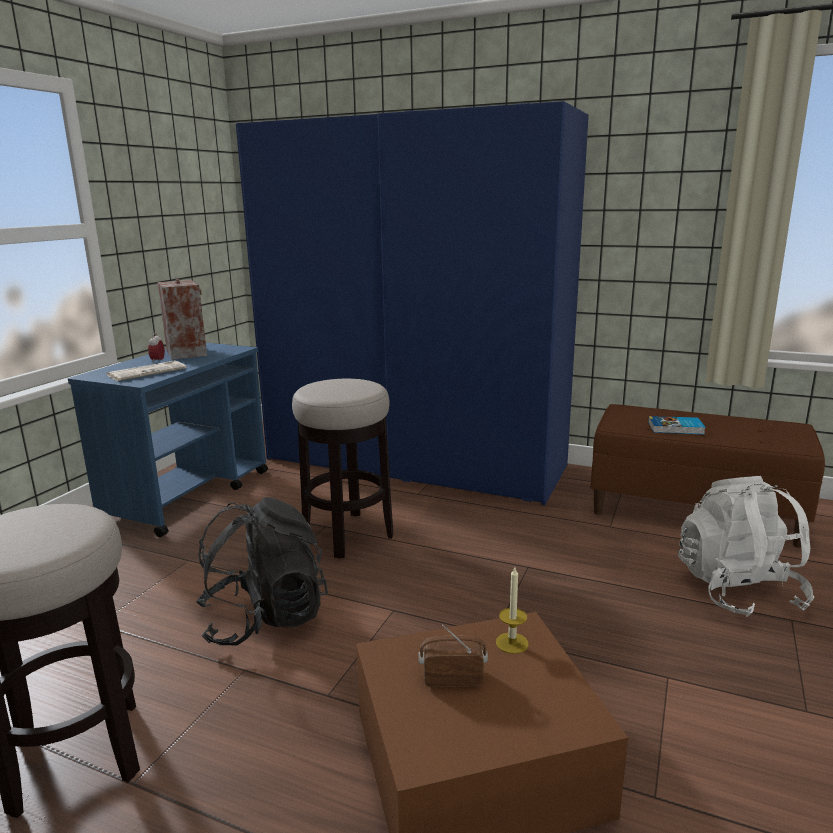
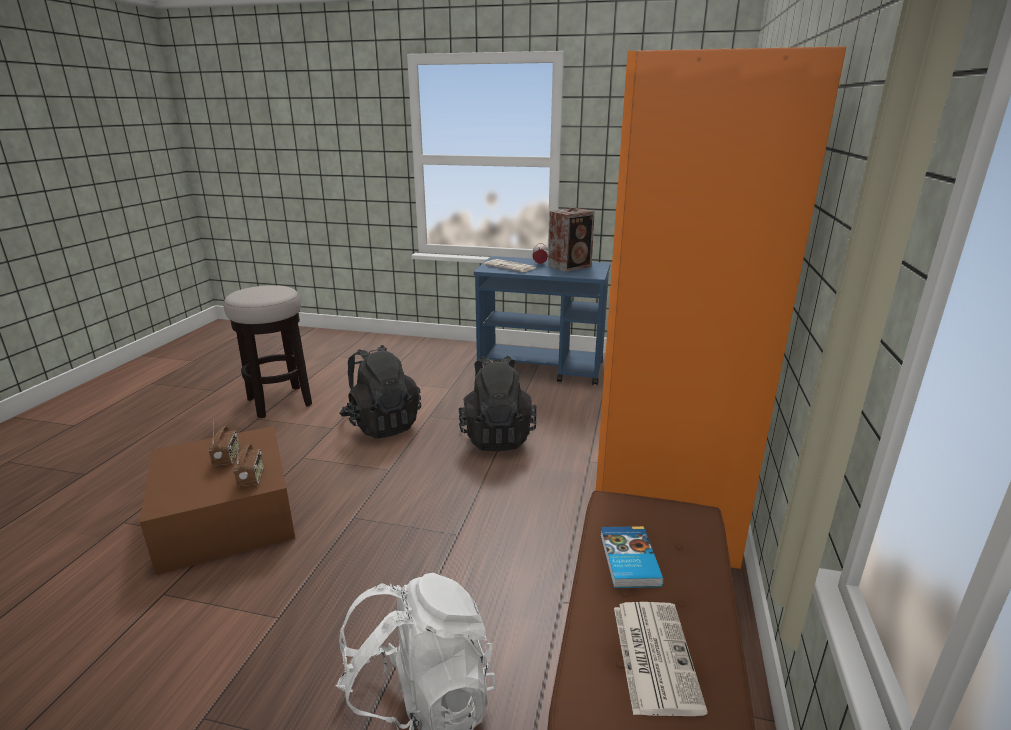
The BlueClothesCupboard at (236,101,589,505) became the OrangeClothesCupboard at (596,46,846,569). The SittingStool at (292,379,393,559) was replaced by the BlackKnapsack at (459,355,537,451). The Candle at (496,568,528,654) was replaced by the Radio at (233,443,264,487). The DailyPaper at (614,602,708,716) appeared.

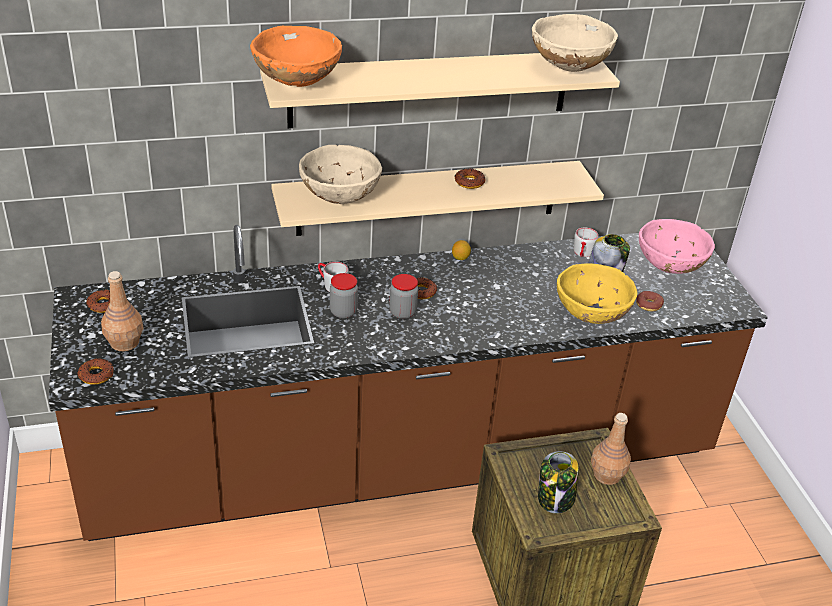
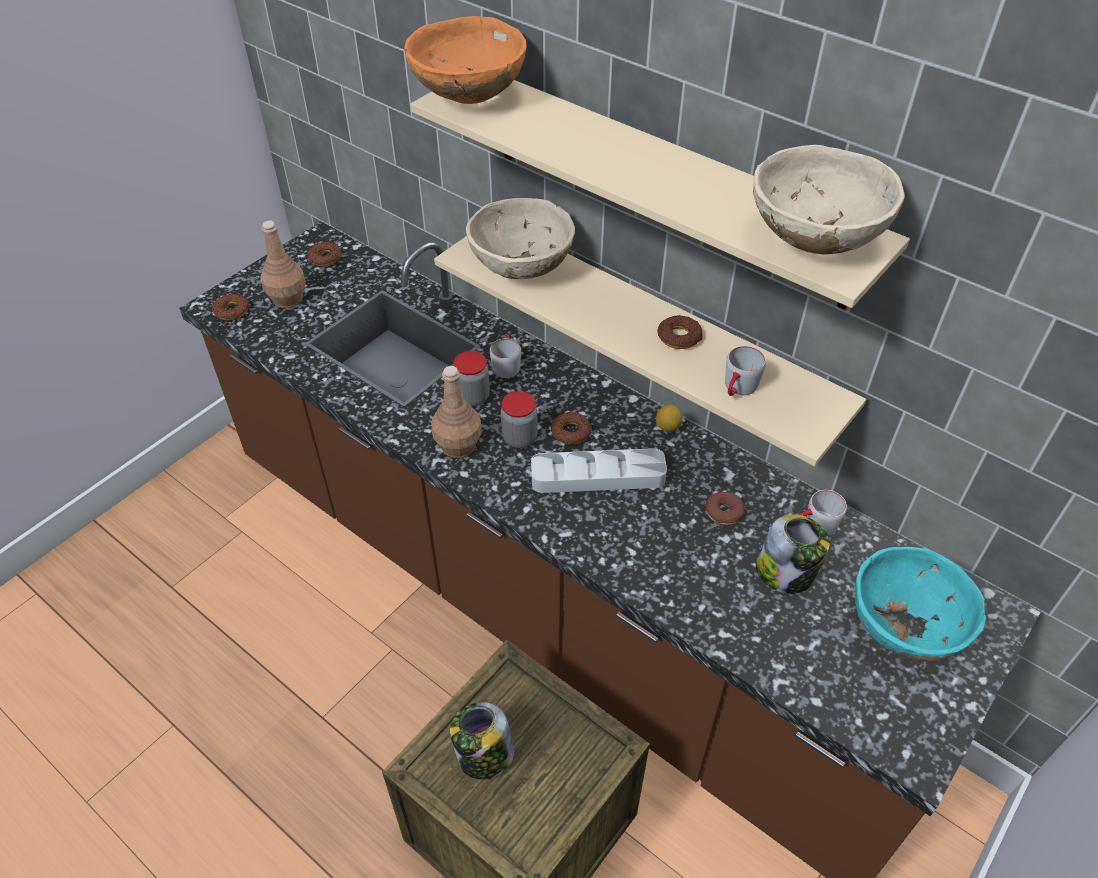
The YellowColouredServingBowl at (557,263,637,324) disappeared. The BrownColouredDrinkBottle moved from (591,413,631,485) to (432,366,482,458). The RingDoughnut moved from (636,291,664,311) to (705,492,745,525). The PinkServingBowl at (639,219,715,274) became the TurquoiseServingBowl at (855,547,986,661). The GreyCarryingTray at (531,448,667,493) appeared. The GreyCoffeeMug at (725,346,766,396) appeared.

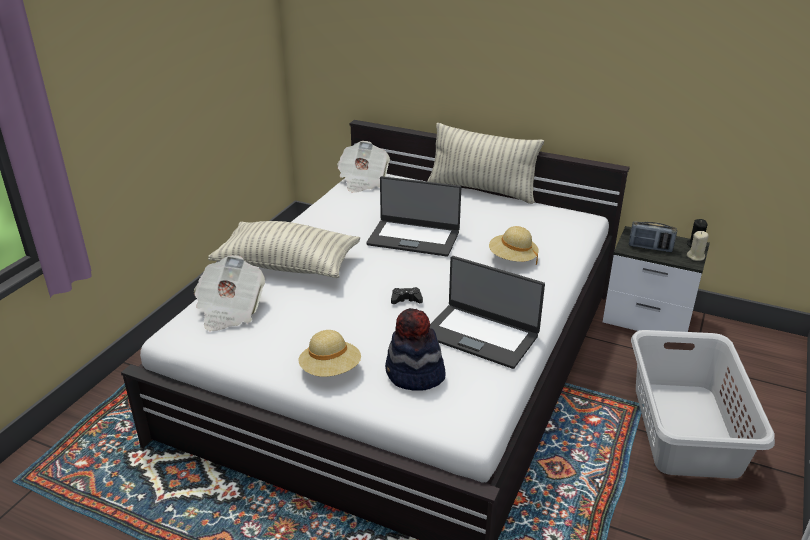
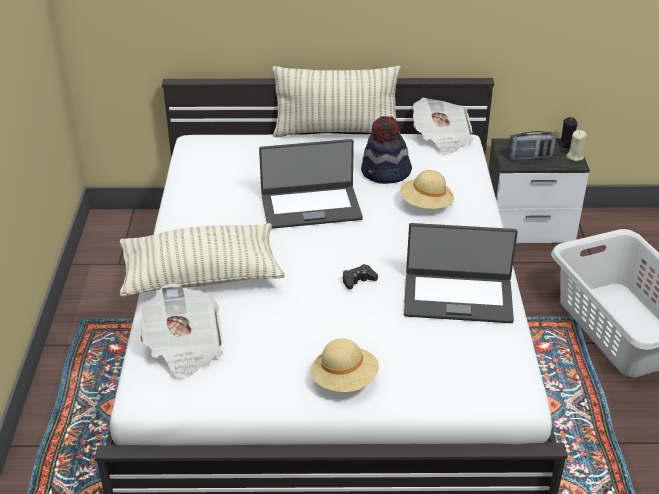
The DailyPaper moved from (337,141,390,192) to (413,97,473,155). The WearableHat moved from (385,308,445,391) to (361,116,412,184).

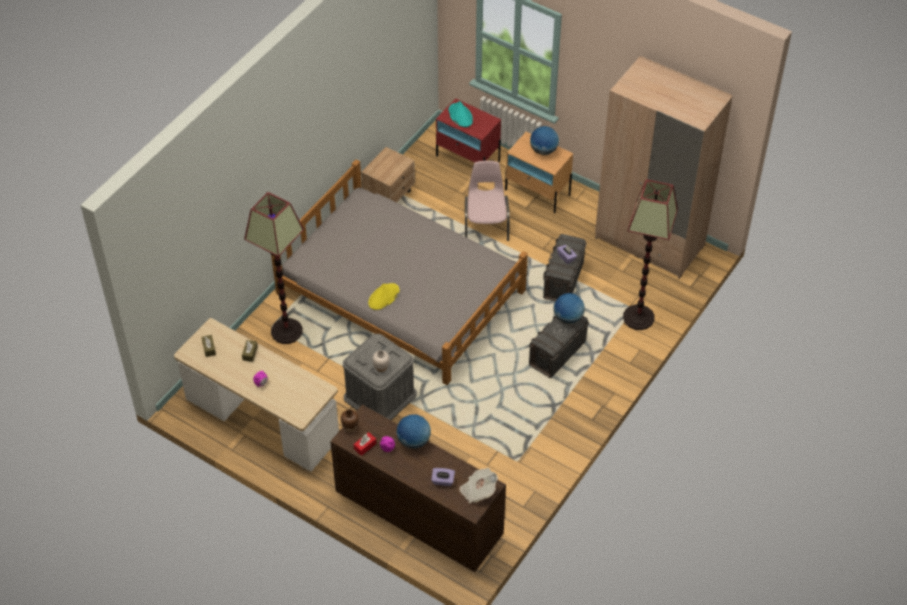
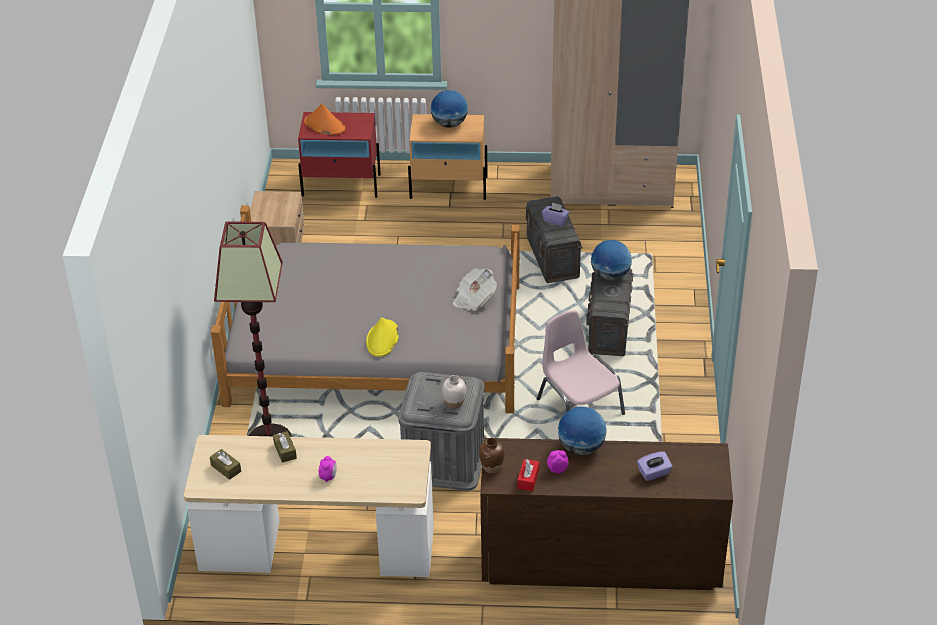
The TurquoiseWearableHat at (448,101,473,127) became the OrangeWearableHat at (304,104,345,135). The DailyPaper moved from (459,468,498,504) to (453,268,497,311). The PinkUprightChair moved from (465,161,510,241) to (537,310,625,415). The FloorLamp at (623,179,678,330) disappeared.

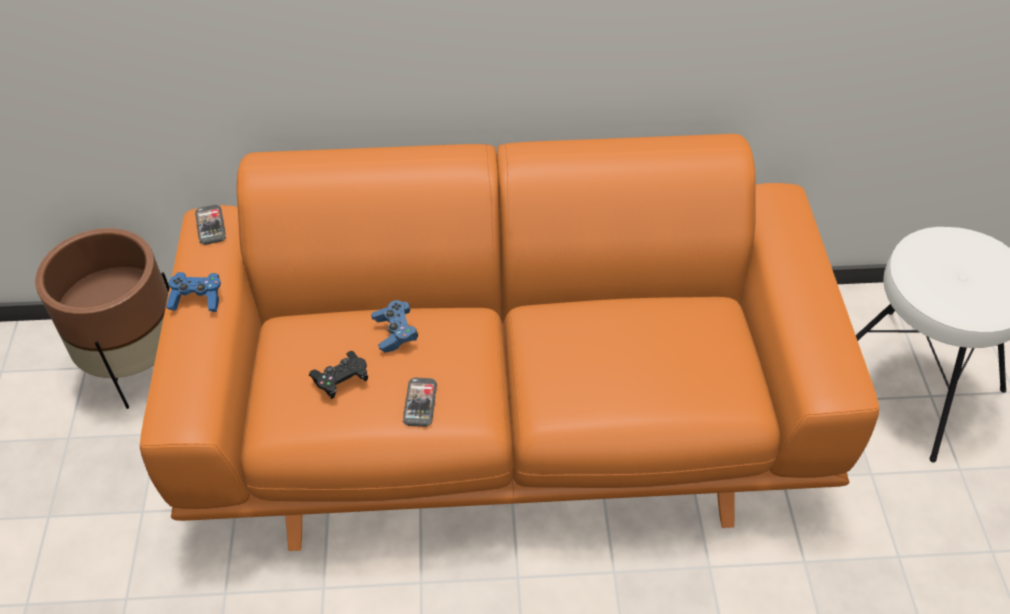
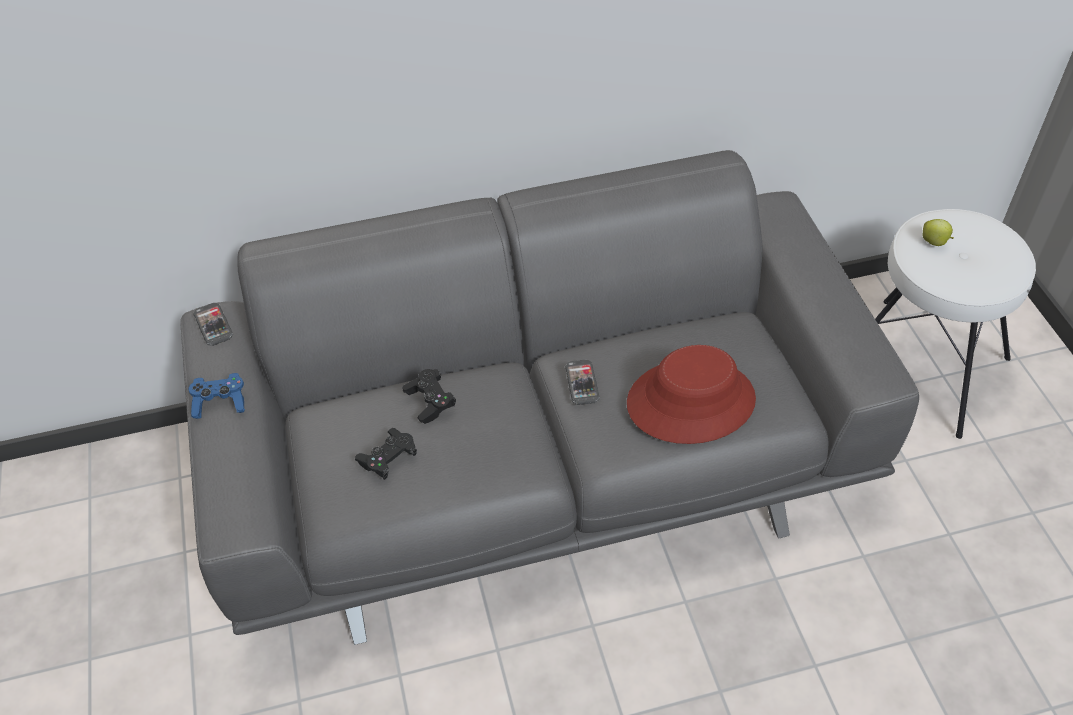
The BrownColouredPlantPot at (35,228,170,409) disappeared. The OrangeSettee at (140,134,879,551) became the GreySettee at (180,150,919,645). The BlueGameController at (371,300,418,353) became the BlackGameController at (402,369,456,424). The Telephone moved from (403,378,437,427) to (565,359,600,405). The RedColouredWearableHat at (627,345,756,444) appeared. The AppleFruit at (922,219,954,246) appeared.

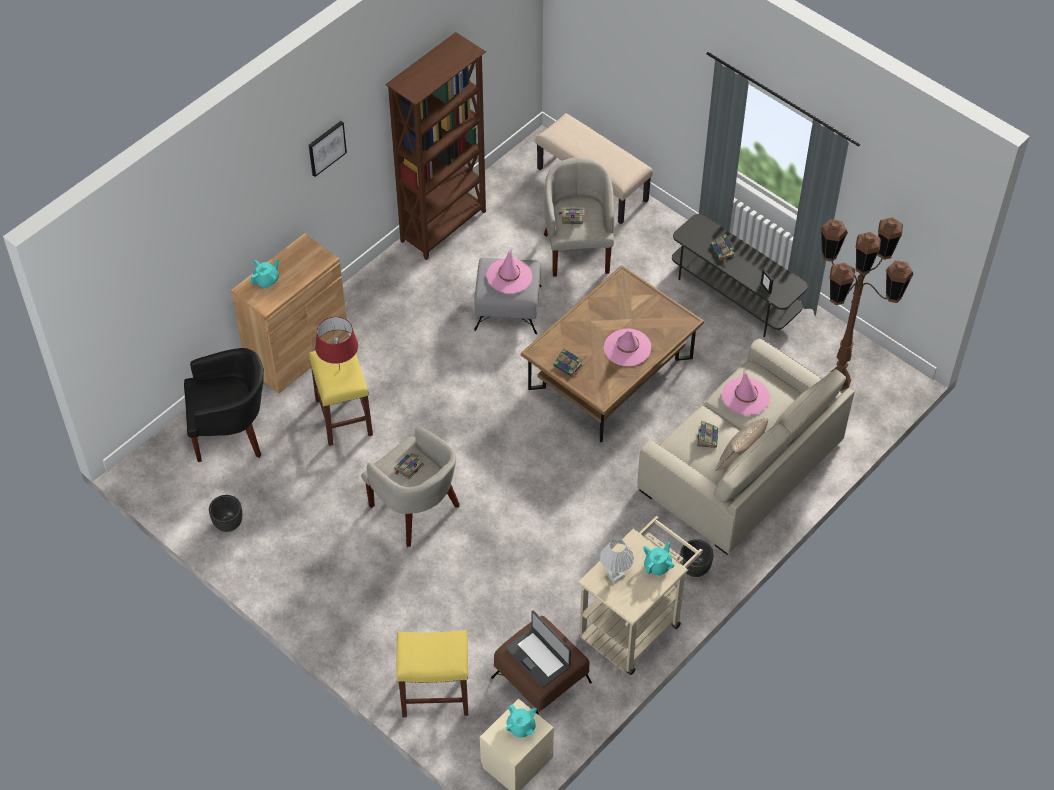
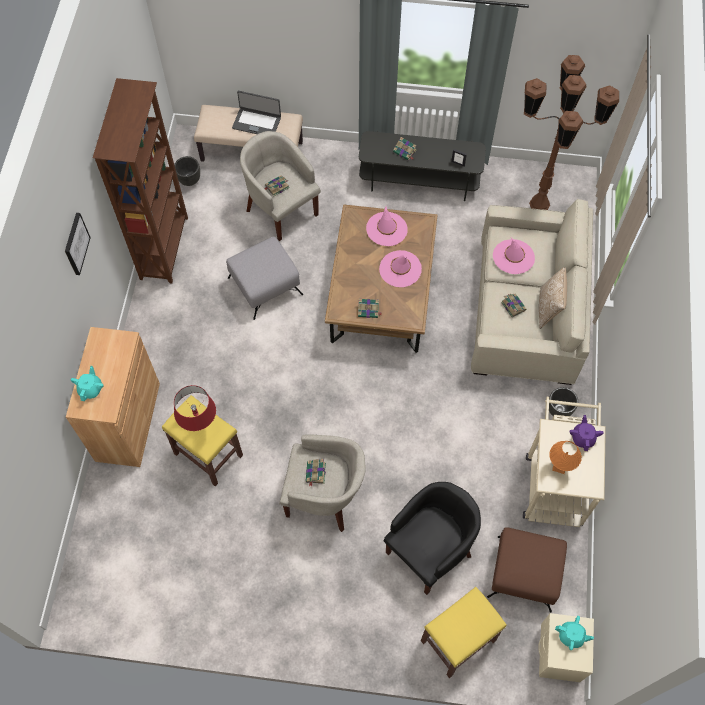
The BlackEasyChair moved from (184,348,264,462) to (384,482,481,595). The BlackPlantPot moved from (209,495,242,532) to (174,156,200,186). The PinkWearableHat moved from (486,249,532,293) to (366,207,408,246). The Laptop moved from (505,610,571,688) to (232,91,281,134). The WhiteTabletopLamp at (600,539,634,583) became the OrangeTabletopLamp at (549,441,582,474). The TurquoisePotForTea at (643,542,674,576) became the PurpleColouredPotForTea at (569,415,604,451).

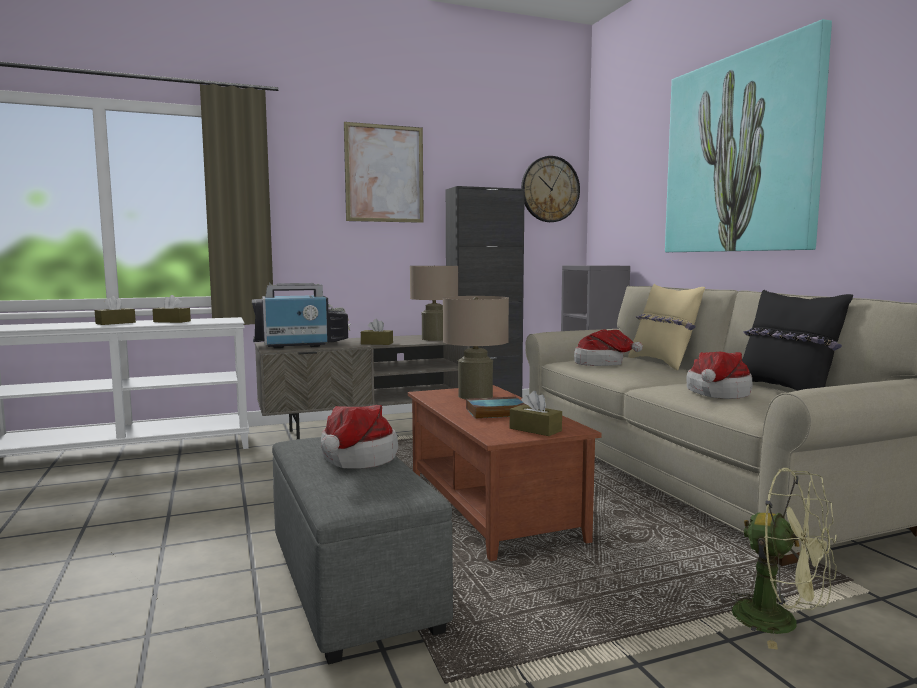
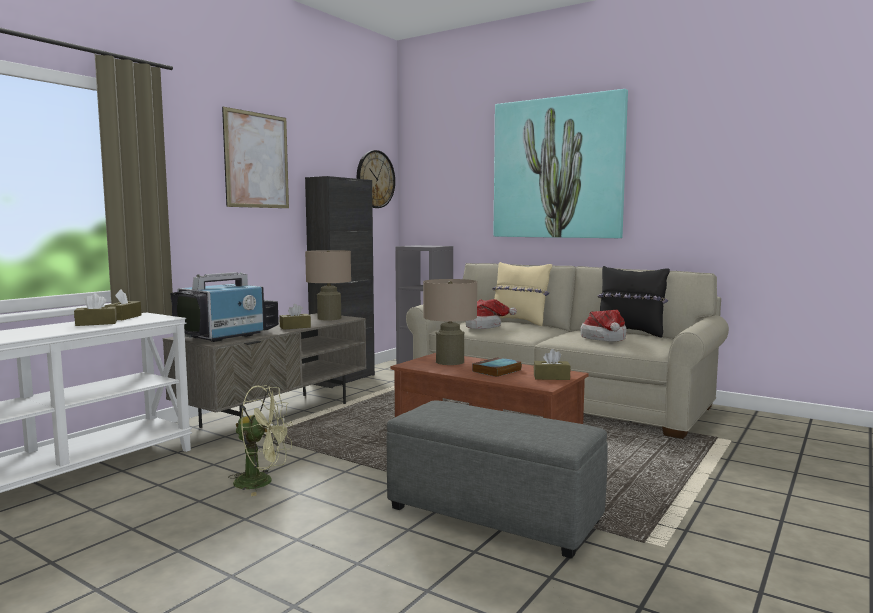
The BrownColouredTissueBox moved from (95,296,136,325) to (105,289,141,320). The WearableHat at (321,405,398,469) disappeared. The GreenishElectricFan moved from (724,468,837,650) to (228,385,293,496).

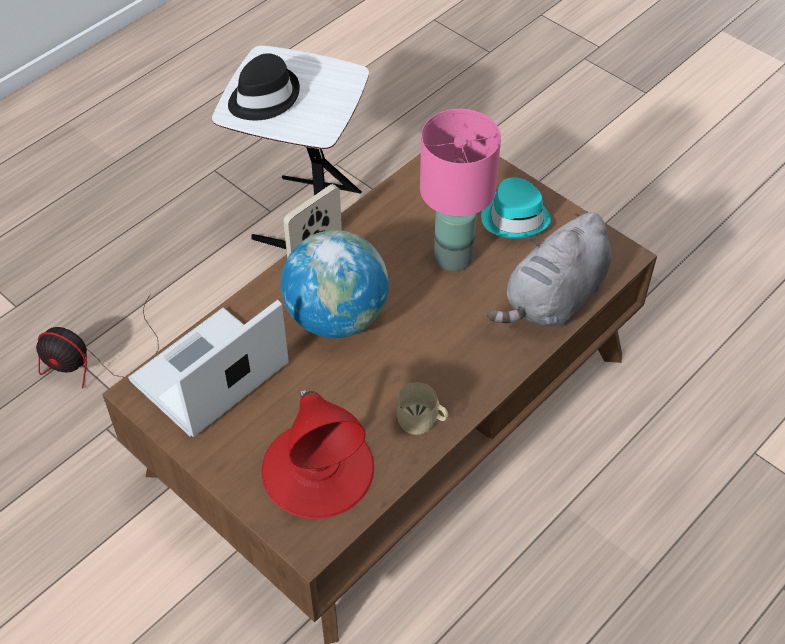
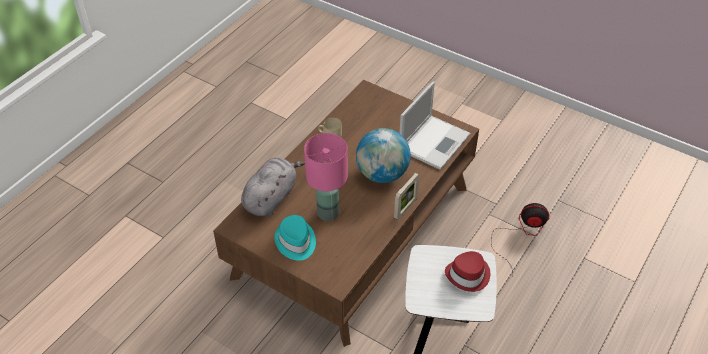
The BlackWearableHat at (228,53,300,120) became the RedColouredWearableHat at (445,251,490,292). The RedColouredTabletopLamp at (261,390,374,519) disappeared.

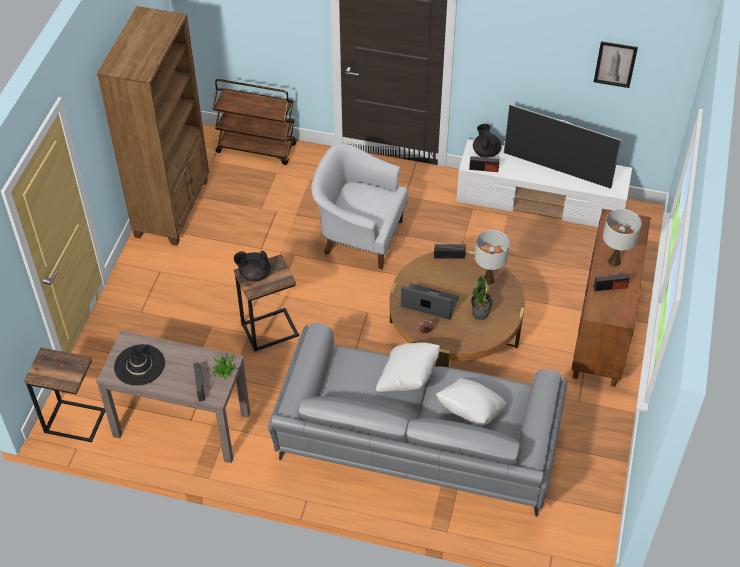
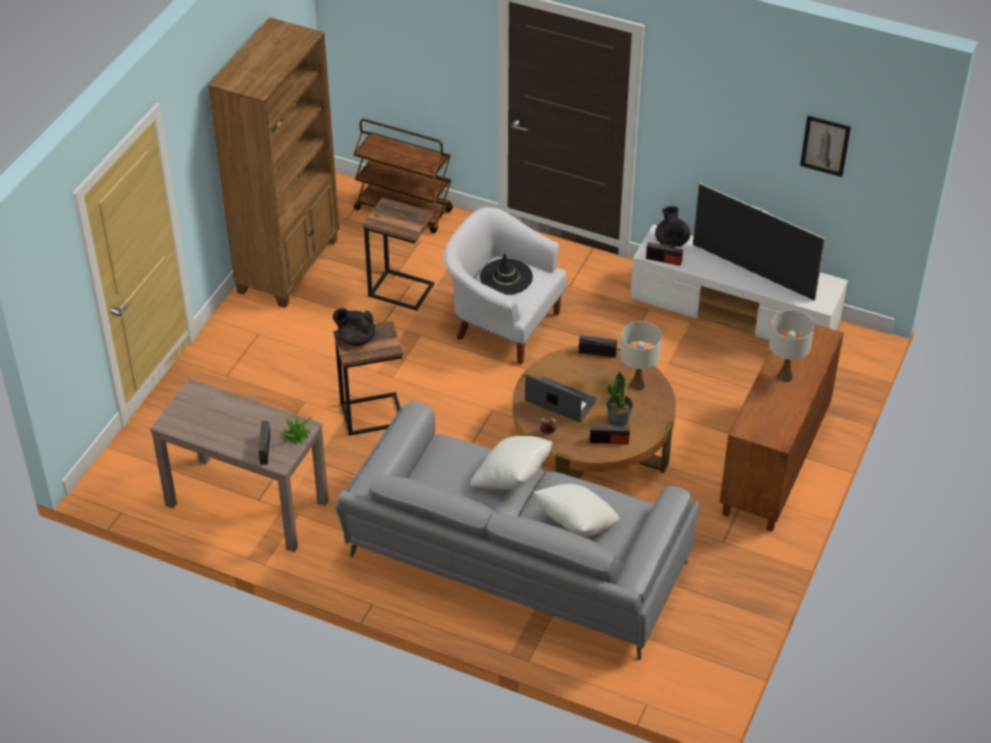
The SideTable moved from (24,347,106,442) to (363,198,435,311). The BlackWearableHat moved from (114,344,165,386) to (480,253,533,295). The Radio moved from (593,272,630,291) to (590,424,630,445).

